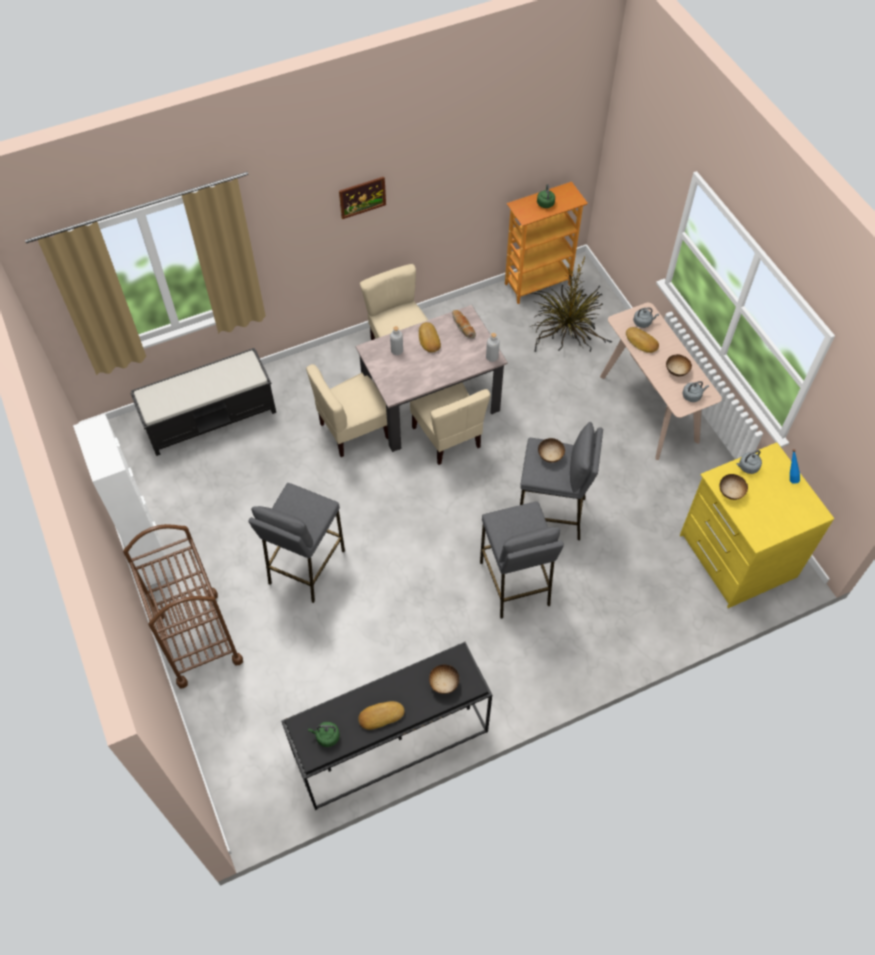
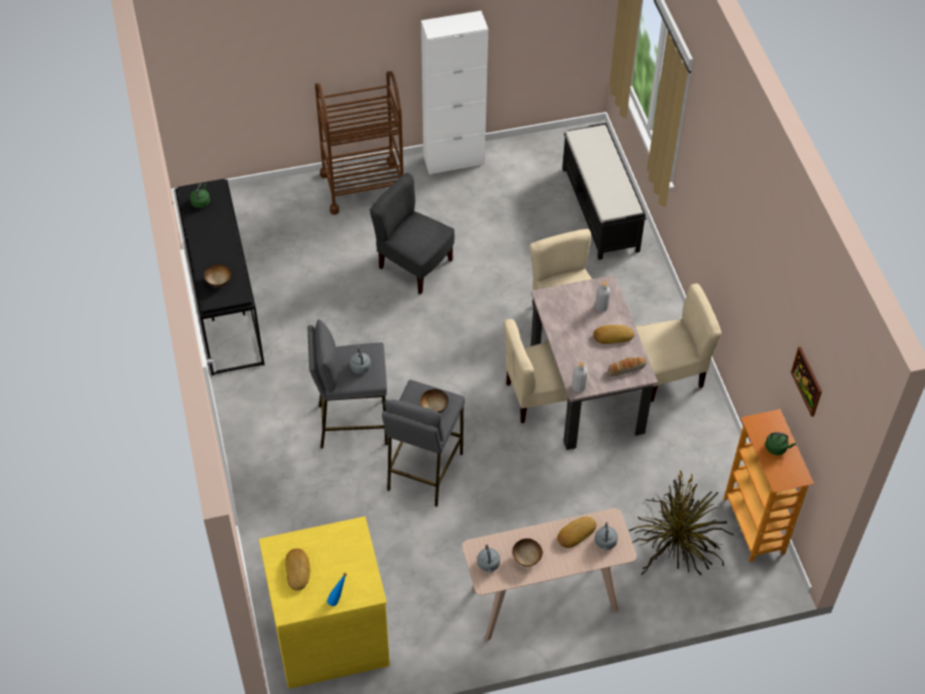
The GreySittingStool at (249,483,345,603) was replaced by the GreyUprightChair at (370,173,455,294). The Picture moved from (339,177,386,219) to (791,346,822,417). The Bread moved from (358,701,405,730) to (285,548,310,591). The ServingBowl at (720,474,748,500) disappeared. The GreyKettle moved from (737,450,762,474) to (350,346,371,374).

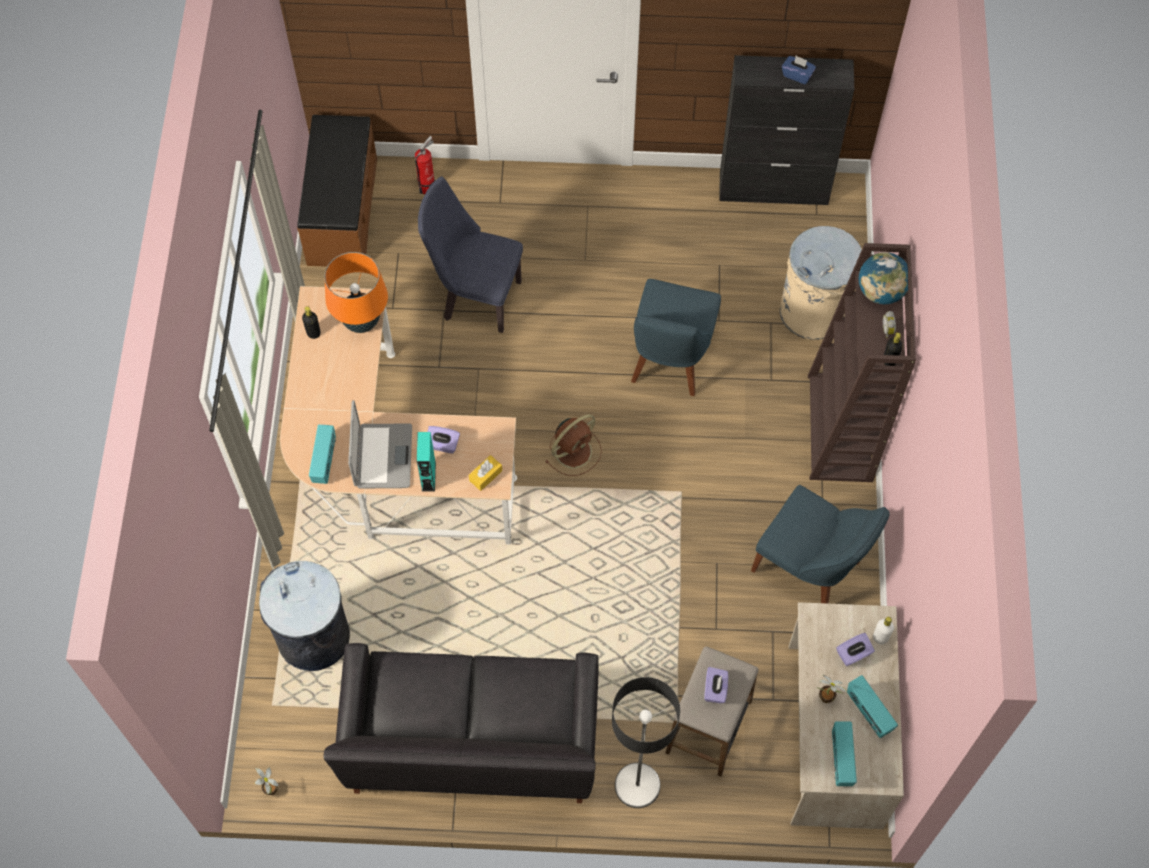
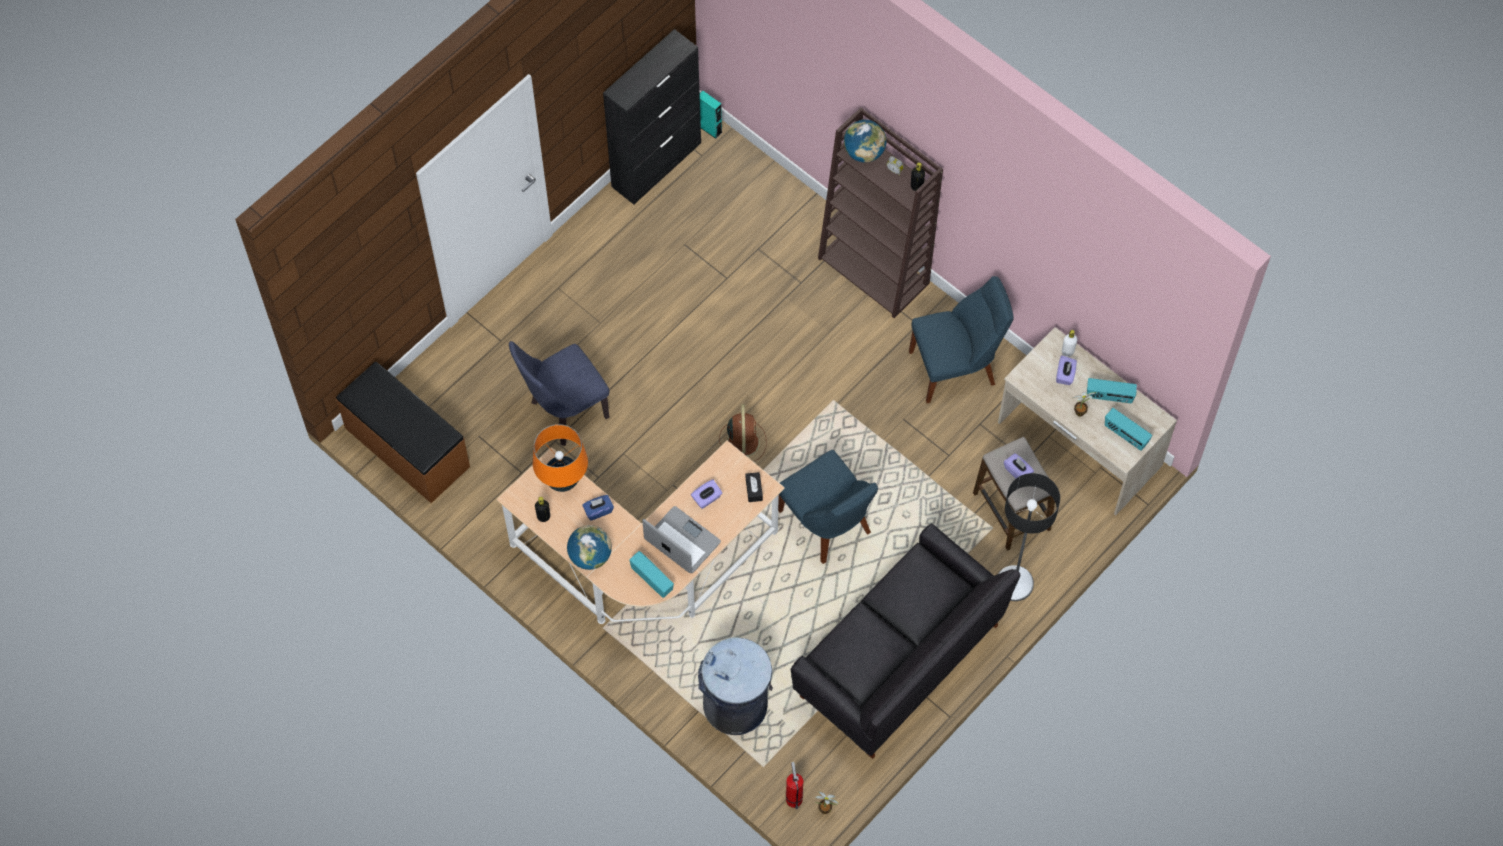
The FireFightingCylinder moved from (415,136,435,194) to (786,762,803,809). The TurquoiseAudioSpeaker moved from (417,432,436,492) to (700,90,723,139). The YellowColouredTissueBox at (469,455,502,491) became the BlackTissueBox at (746,472,763,502). The BlueUprightChair moved from (631,279,721,396) to (778,450,878,564). The SandColouredRubbishBin at (780,226,862,340) disappeared. The BlueTissueBox moved from (782,56,816,84) to (582,495,614,520). The DeskGlobe at (567,525,612,570) appeared.

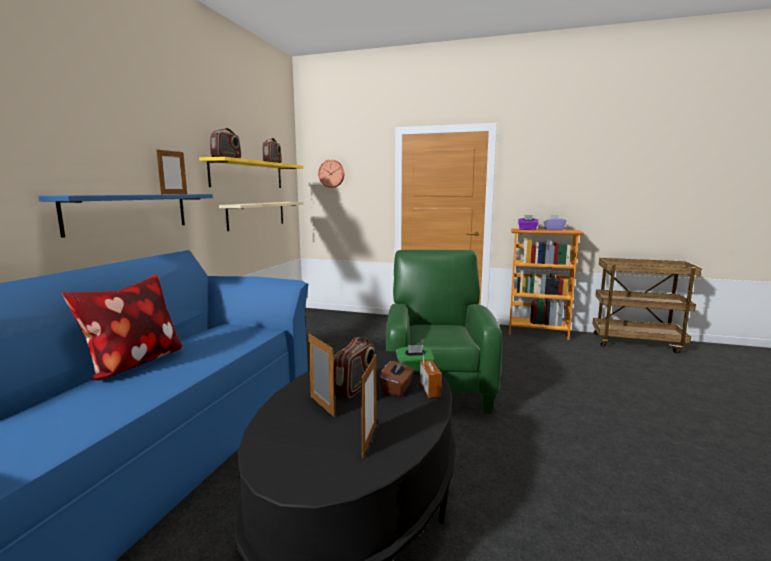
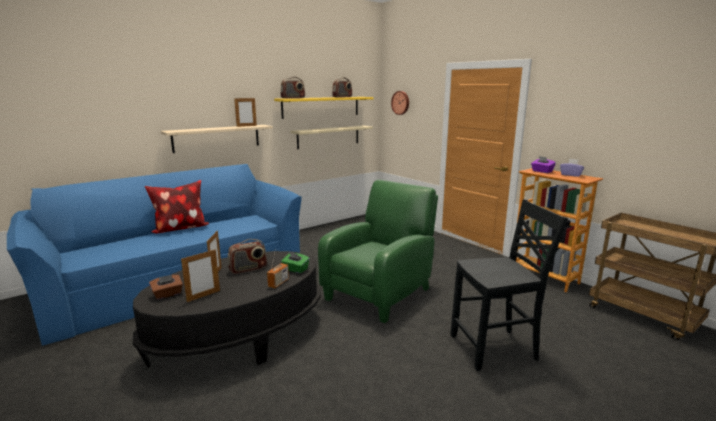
The BlueBracketShelf at (38,194,213,238) became the SandColouredBracketShelf at (161,125,273,153). The BrownColouredTissueBox moved from (379,359,414,396) to (149,275,183,300). The BlackUprightChair at (450,199,568,371) appeared.

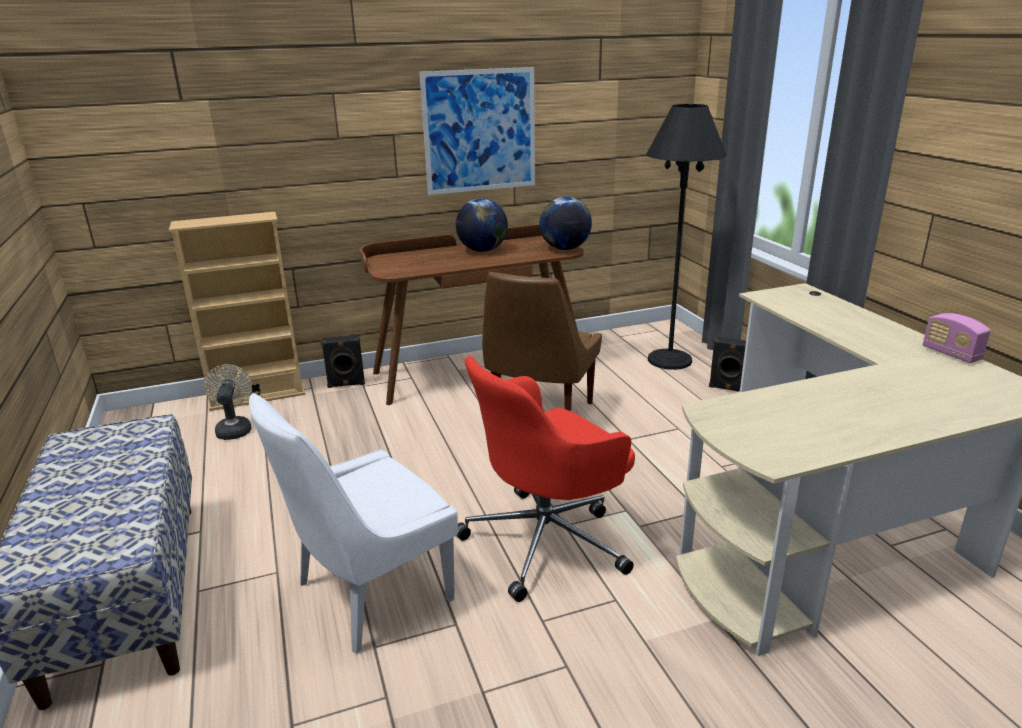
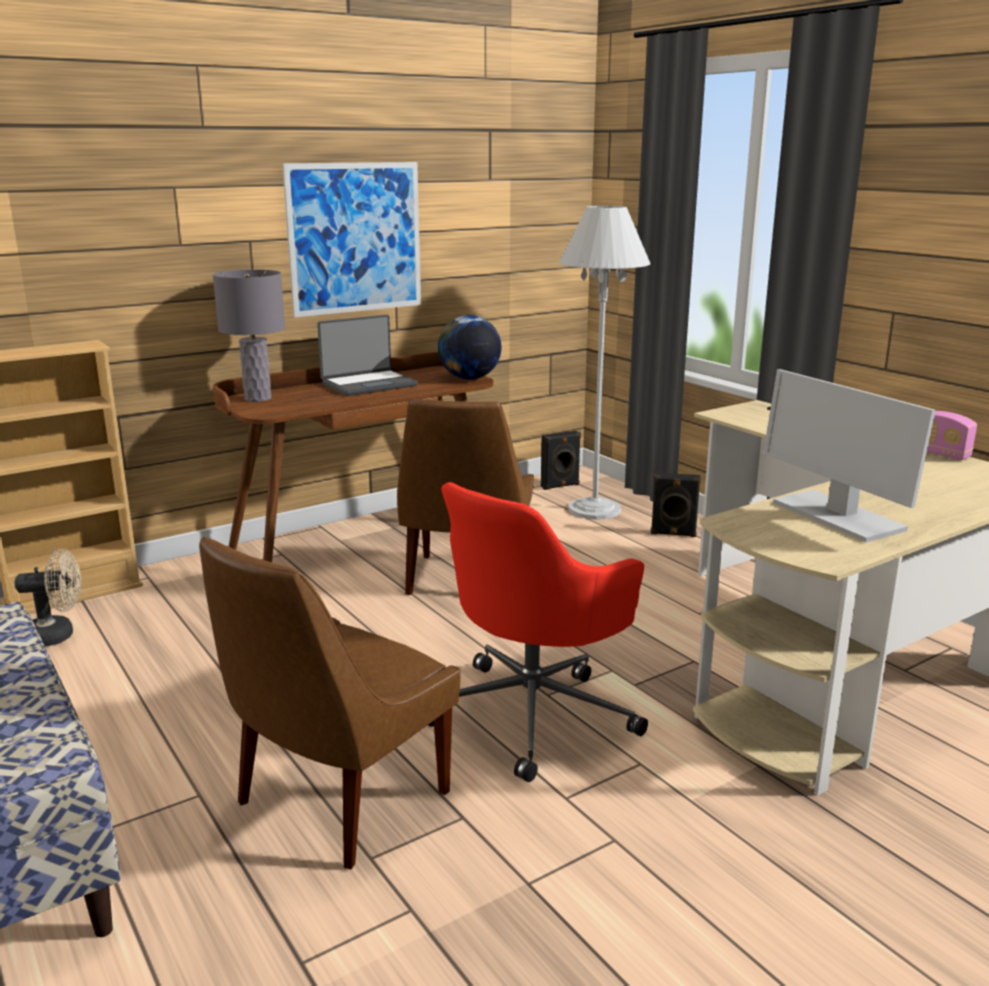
The SandColouredElectricFan at (204,364,252,440) turned 105 degrees clockwise. The WhiteUprightChair at (249,393,458,654) became the BrownColouredUprightChair at (199,537,461,869). The BlackAudioSpeaker moved from (321,335,365,388) to (541,431,581,490). The DeskGlobe at (456,198,508,252) was replaced by the Laptop at (317,315,418,396). The BlackFloorLamp at (646,104,727,370) became the WhiteFloorLamp at (559,206,650,520). The GreyTabletopLamp at (213,269,285,402) appeared. The ComputerDisplay at (763,369,936,542) appeared.

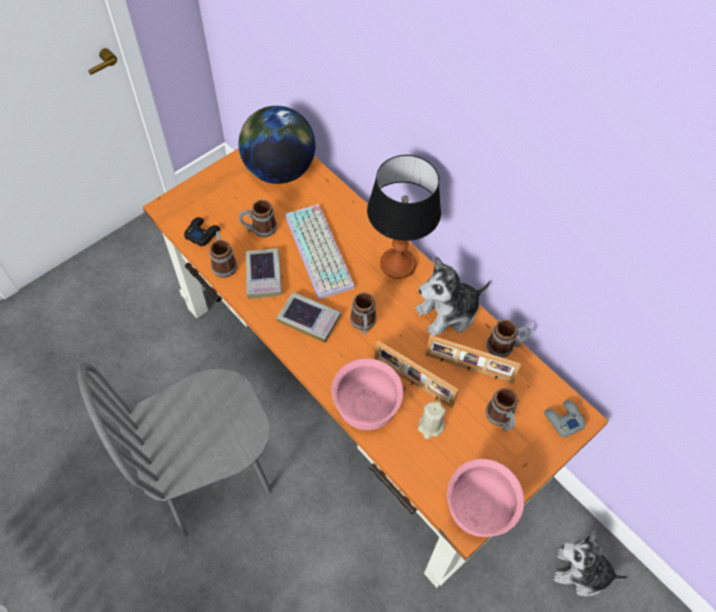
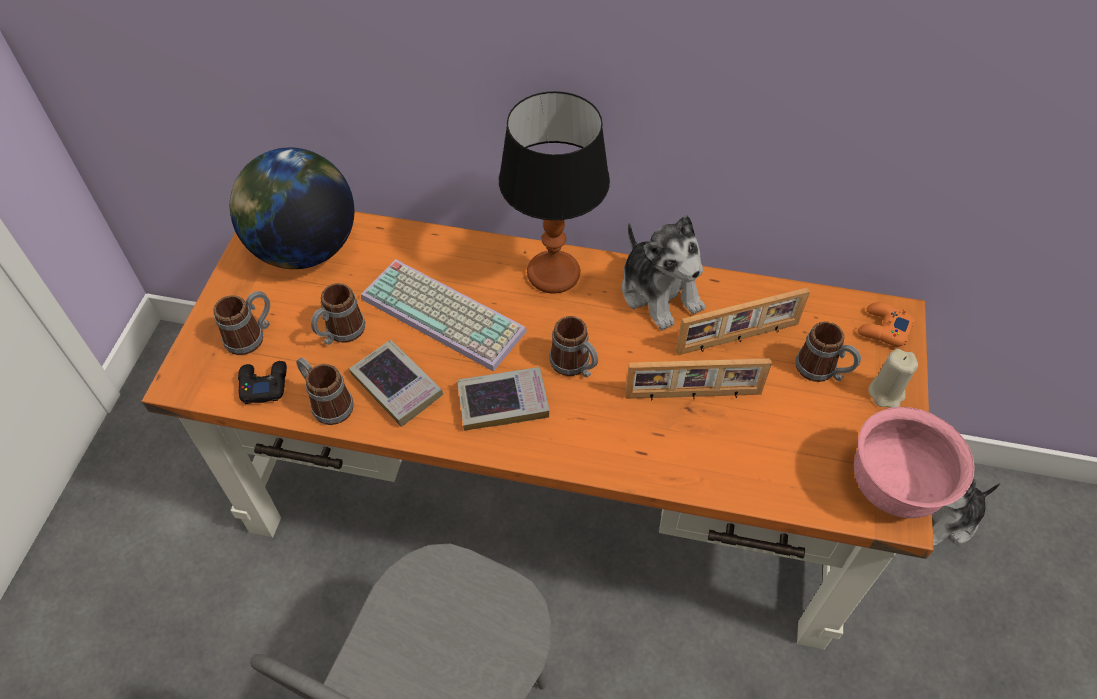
The PinkServingBowl at (331,358,403,430) disappeared. The SoftToy at (415,256,490,336) turned 60 degrees counterclockwise. The SandColouredCandle moved from (418,401,446,439) to (868,349,918,408). The CoffeeMug moved from (487,320,531,358) to (213,291,270,355). The GreyGameController at (544,400,586,438) became the OrangeGameController at (857,302,915,347).

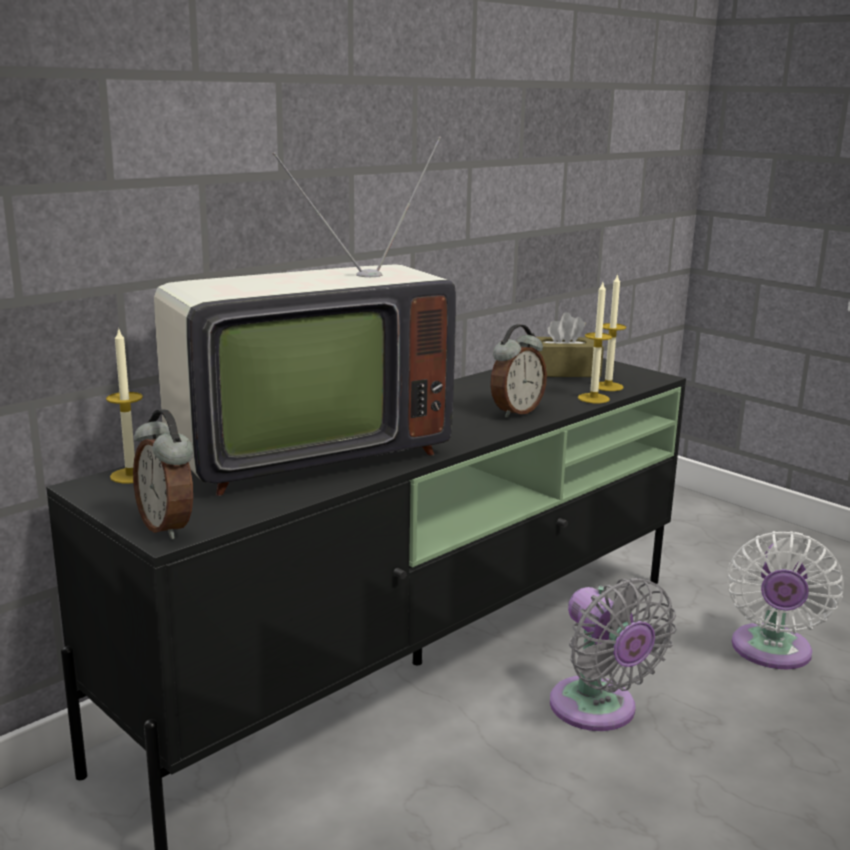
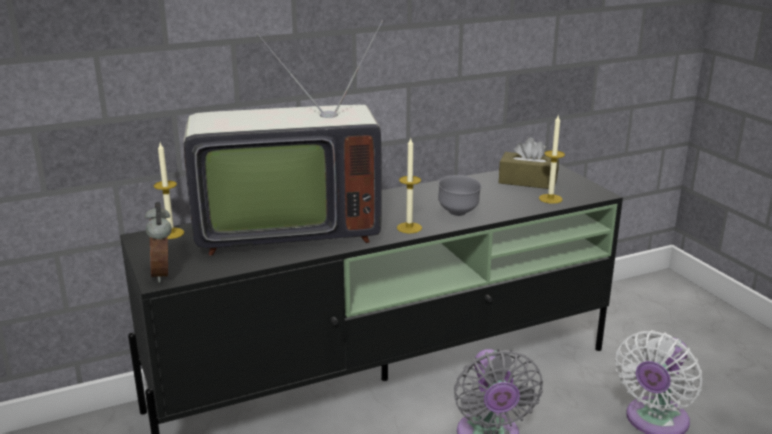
The TableClock at (490,324,547,418) was replaced by the GreyServingBowl at (438,175,481,216). The Candle moved from (578,283,613,403) to (397,137,422,233).

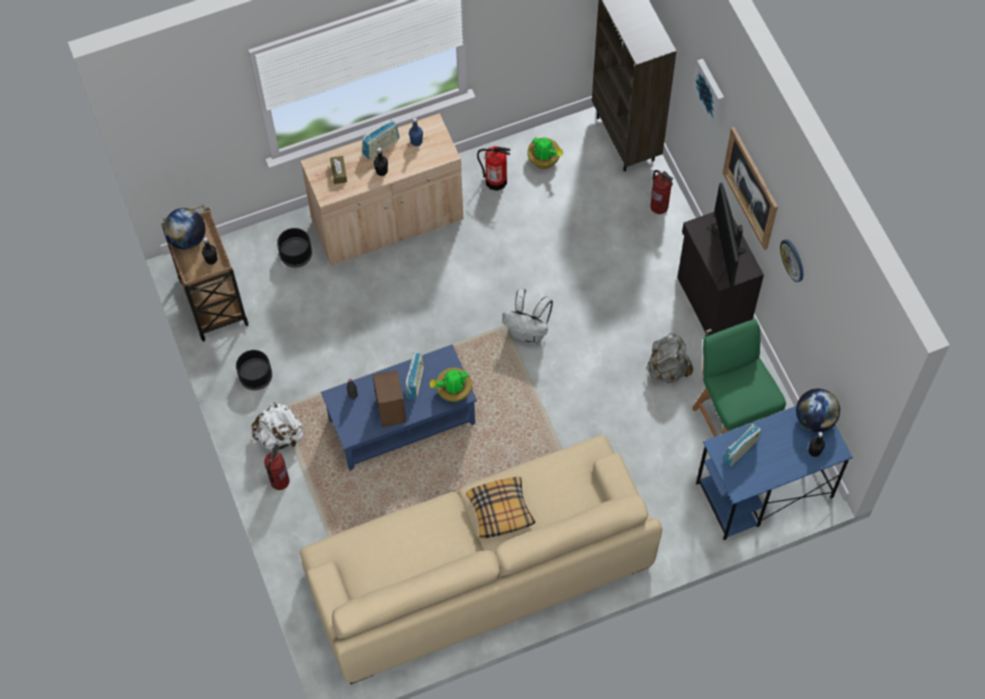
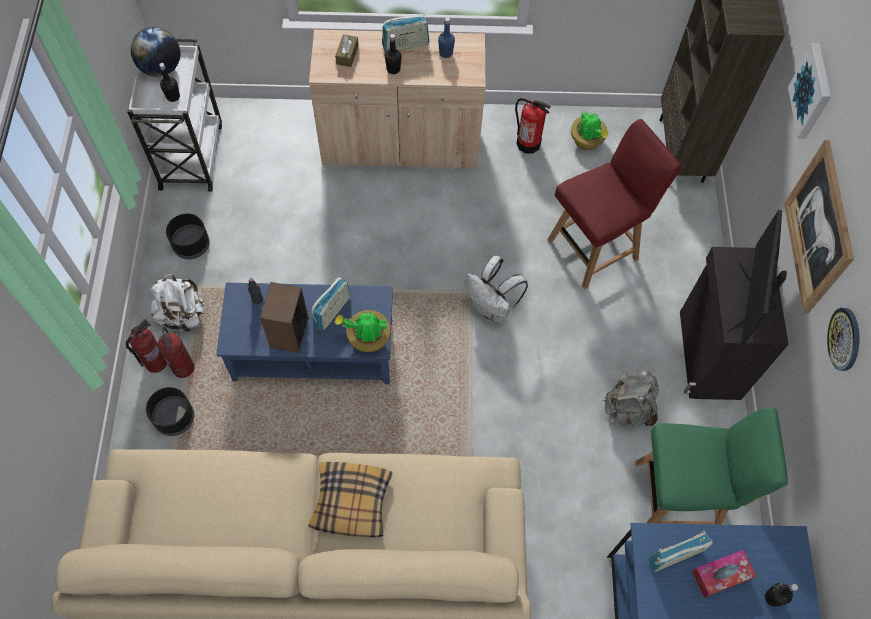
The BrownColouredWheeledCart at (161,204,249,342) became the WhiteWheeledCart at (127,39,222,192). The BlackPlantPot moved from (277,228,312,268) to (146,387,194,436). The FireFightingCylinder moved from (650,170,673,214) to (158,327,195,378). The GreenishUprightChair at (692,319,786,437) turned 90 degrees clockwise. The DeskGlobe at (796,389,840,432) disappeared. The RedColouredUprightChair at (547,119,682,289) appeared. The TissueBox at (692,550,756,598) appeared.

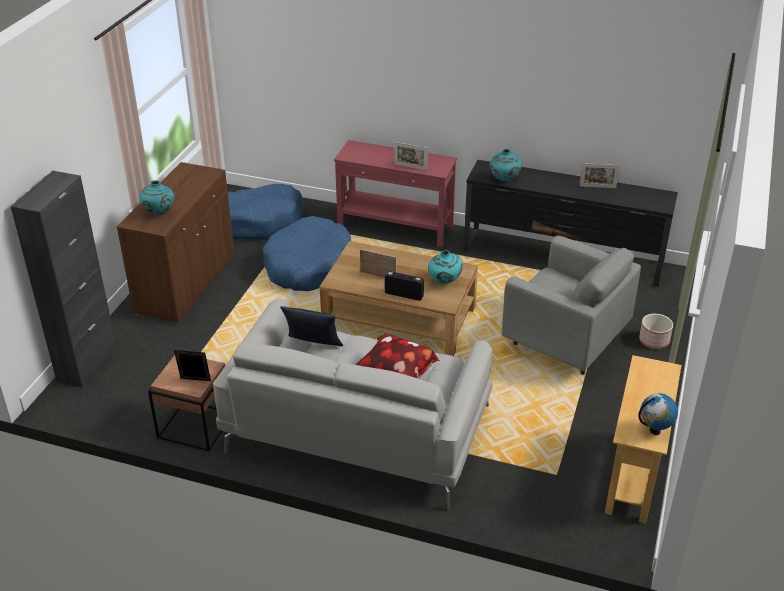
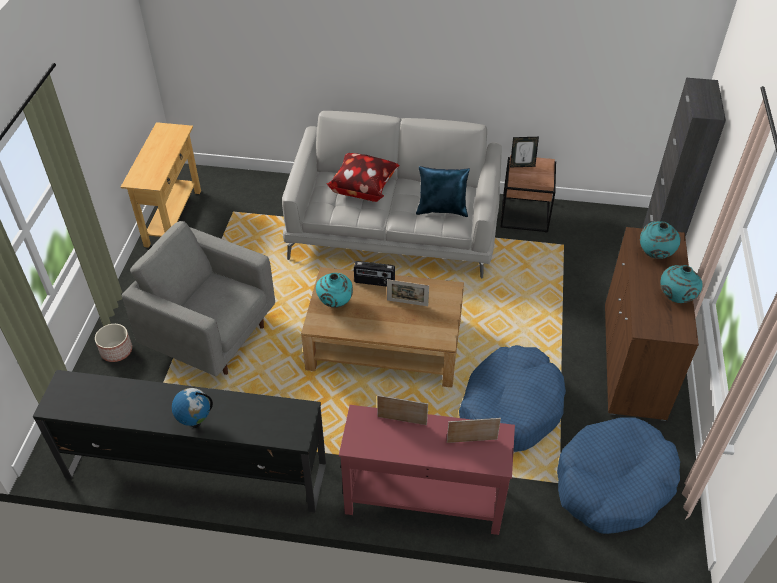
The TurquoiseFlowerVase moved from (490,149,522,181) to (660,265,703,303). The PictureFrame moved from (579,163,620,188) to (447,418,501,443). The DeskGlobe moved from (639,393,678,435) to (172,388,213,428).

